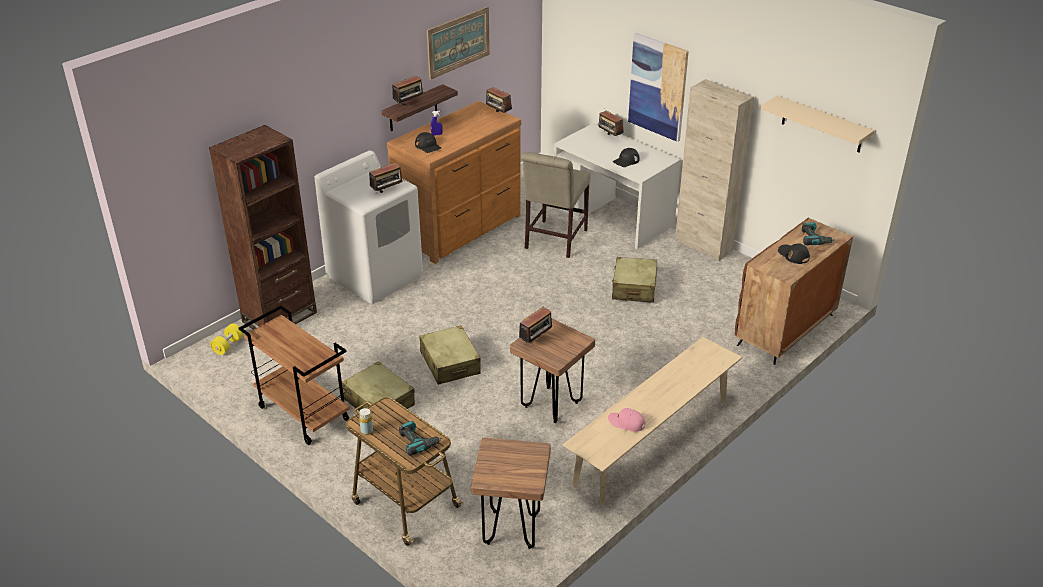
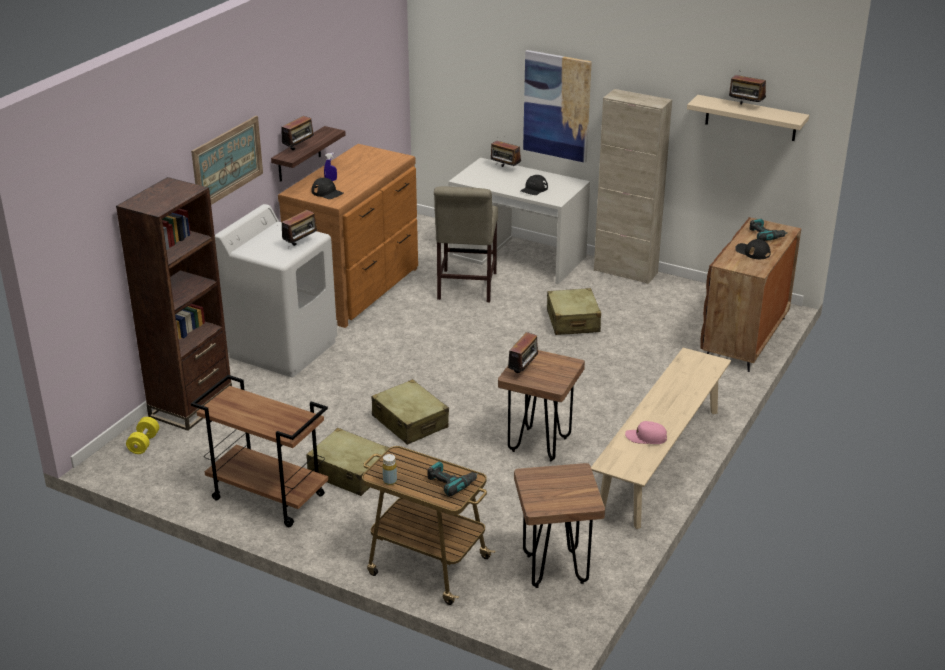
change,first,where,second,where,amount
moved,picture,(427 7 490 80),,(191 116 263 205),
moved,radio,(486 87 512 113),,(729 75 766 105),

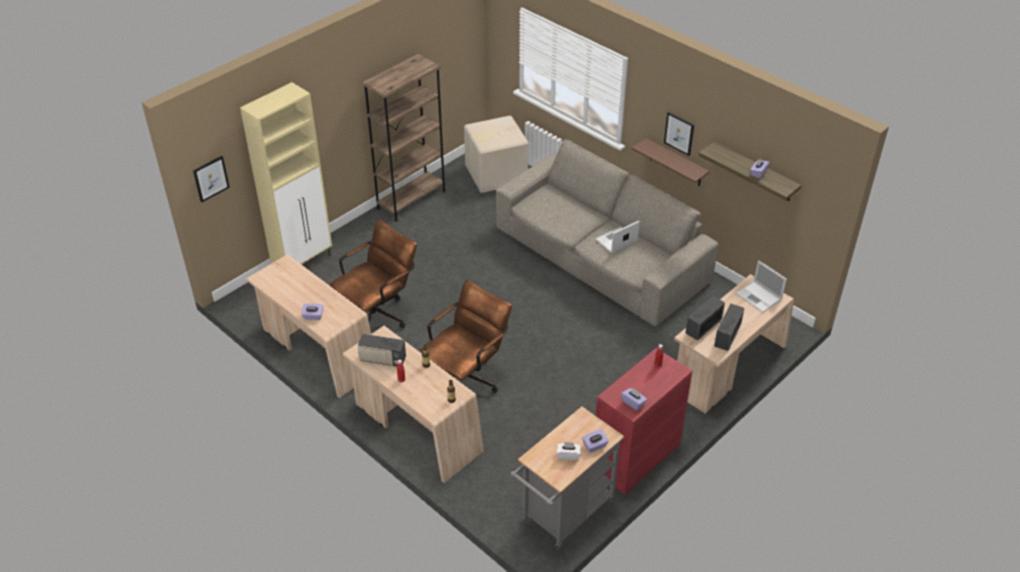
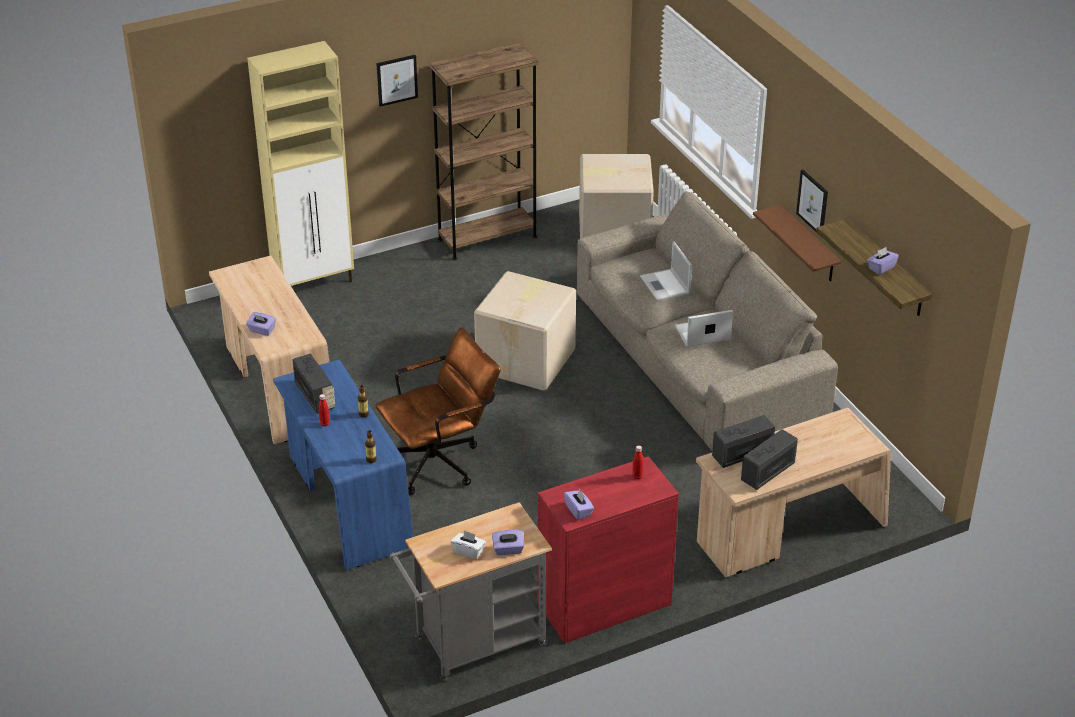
change,first,where,second,where,amount
removed,office chair (brown),(330 220 417 328),,,
added,,,cardboard box,(474 271 576 391),
moved,picture,(193 156 230 202),,(376 55 418 107),
moved,laptop,(736 261 787 313),,(640 241 692 301),
recoloured,desk (beige),(343 326 484 483),desk (blue),(273 360 413 570),
turned,radio,(357 334 406 366),,(292 353 335 414),150 degrees counterclockwise

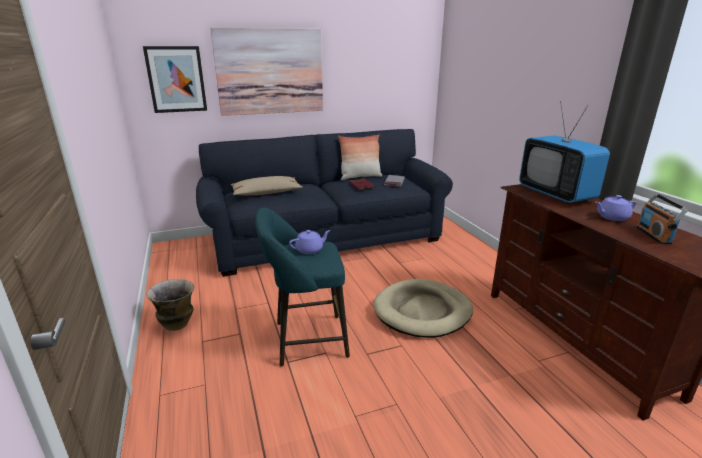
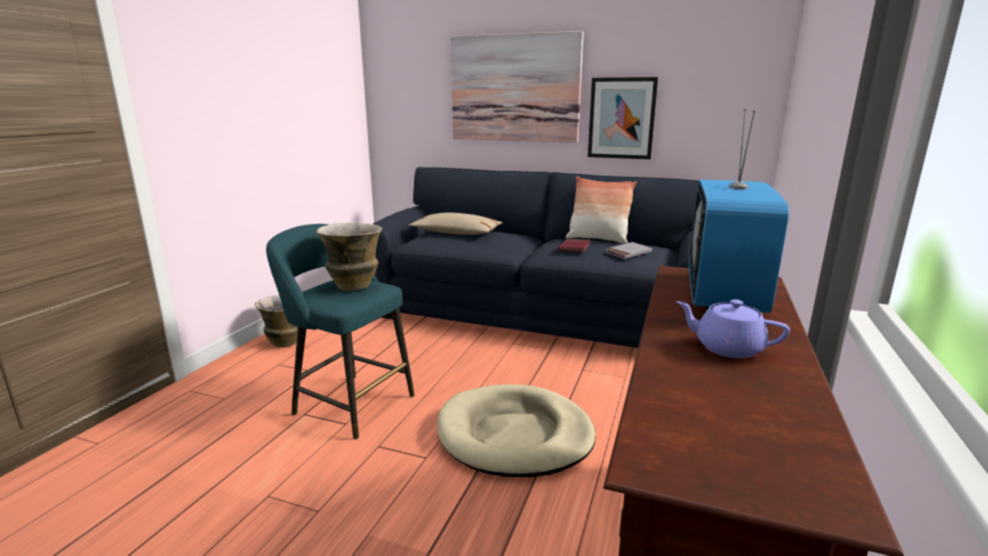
change,first,where,second,where,amount
removed,radio,(636 193 688 244),,,
moved,picture,(143 46 207 113),,(588 77 658 159),
replaced,teapot (purple),(289 230 330 254),vase,(316 223 382 291),

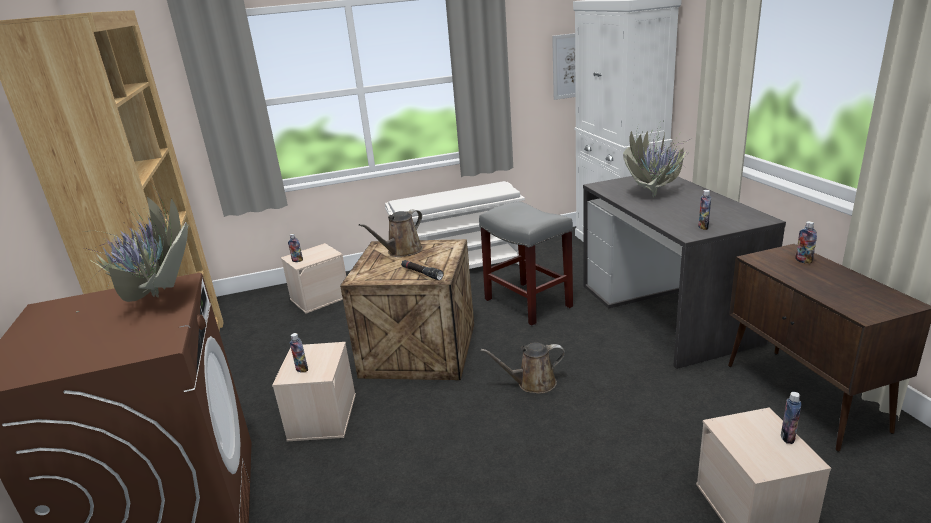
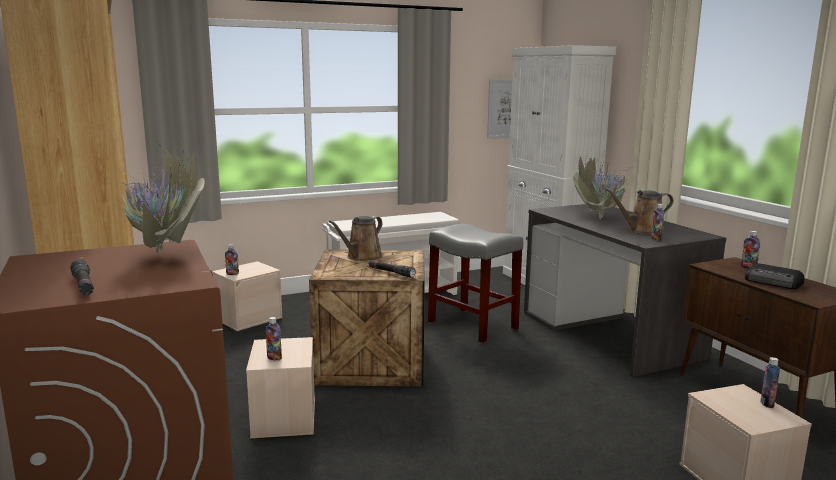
change,first,where,second,where,amount
added,,,flashlight (black),(70 259 94 296),
added,,,radio,(745 263 804 289),
moved,watering can (brown),(481 343 565 394),,(605 188 674 234),

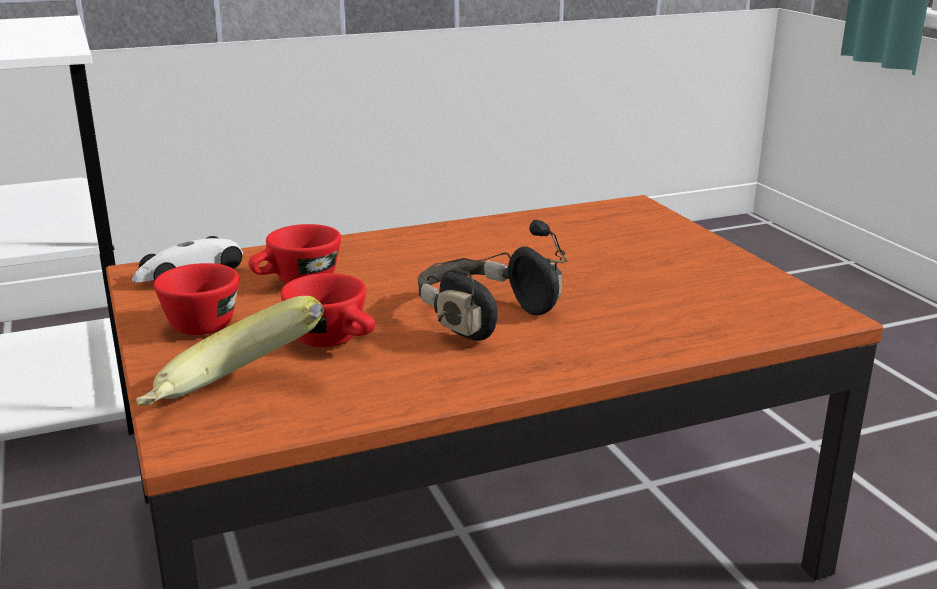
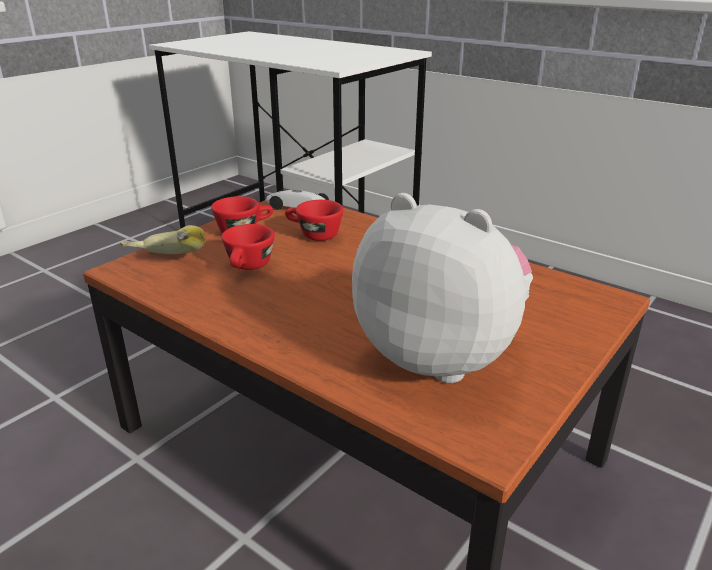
change,first,where,second,where,amount
removed,headphones (black),(418 220 568 341),,,
added,,,plush toy,(352 193 533 383),

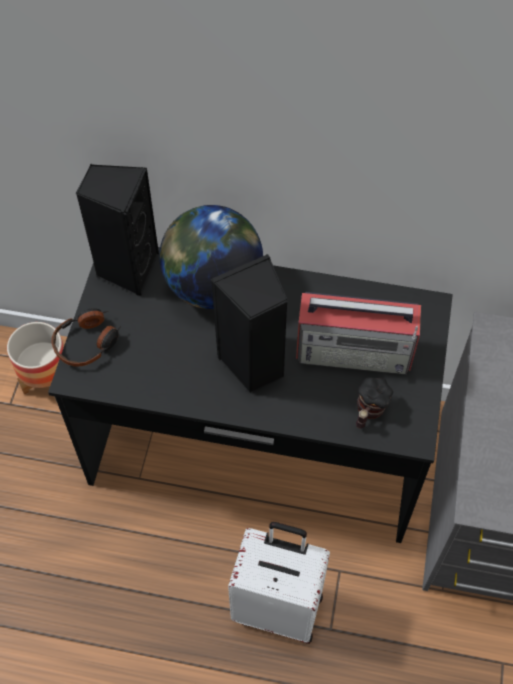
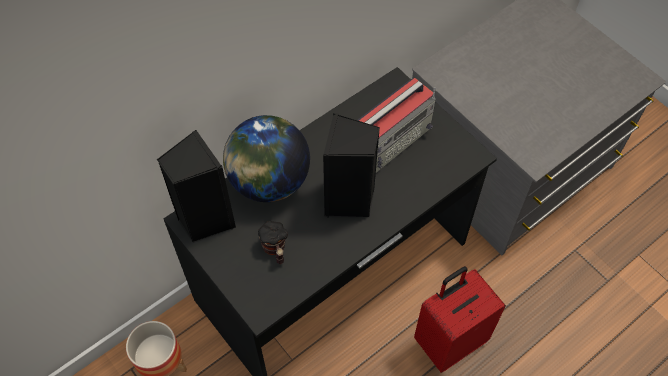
change,first,where,second,where,amount
removed,headphones,(52 308 121 366),,,
moved,mug,(356 377 393 429),,(258 220 288 264),
recoloured,suitcase (white),(228 522 330 644),suitcase (red),(414 266 506 373),

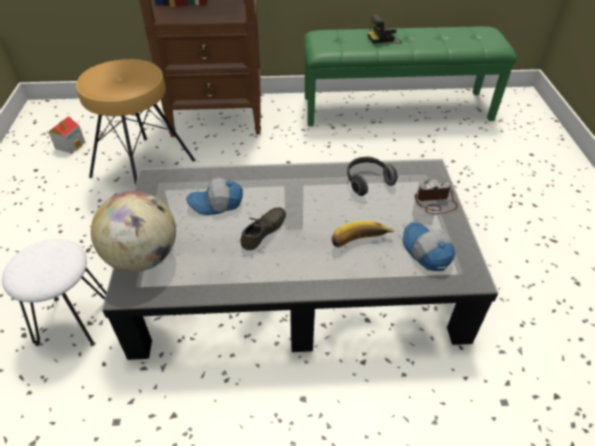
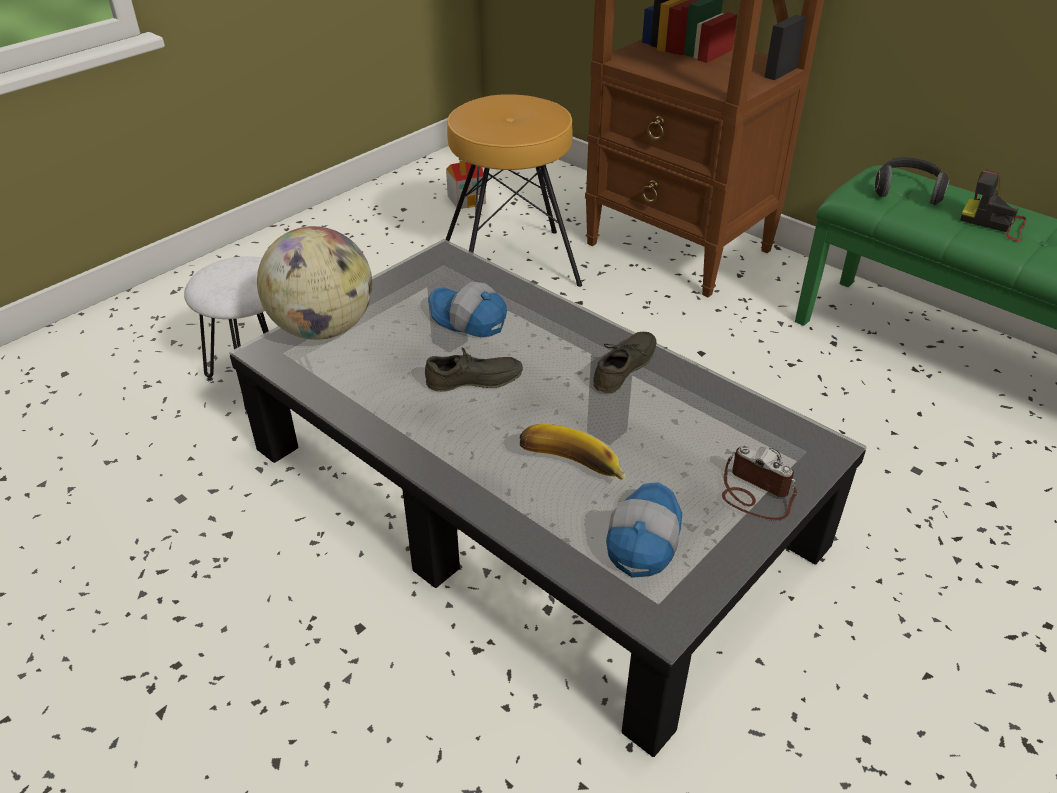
change,first,where,second,where,amount
added,,,shoe (grey),(593 332 656 393),
moved,headphones,(347 157 398 196),,(874 158 949 205),

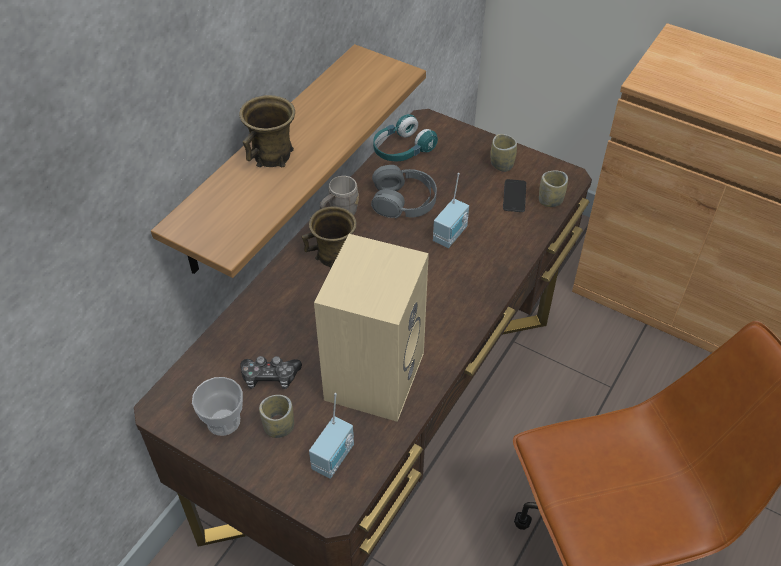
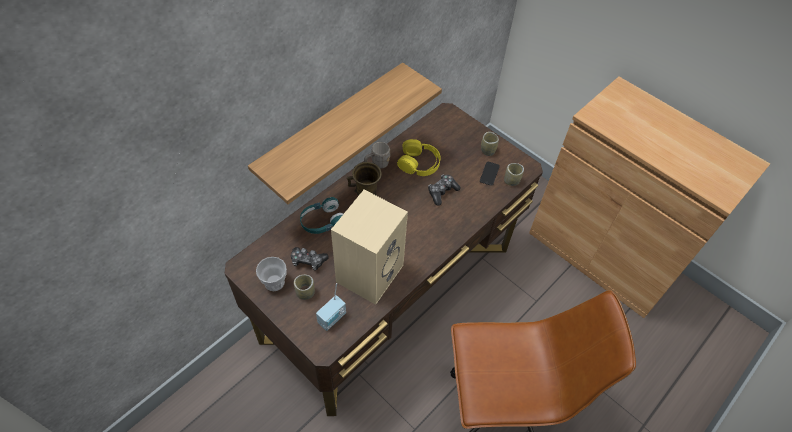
change,first,where,second,where,amount
removed,mug (brown),(240 95 295 167),,,
moved,headphones (turquoise),(373 114 438 162),,(300 197 343 234),
replaced,radio,(433 173 469 248),game controller,(428 174 461 206),
recoloured,headphones (grey),(371 165 437 218),headphones (yellow),(397 139 441 176),

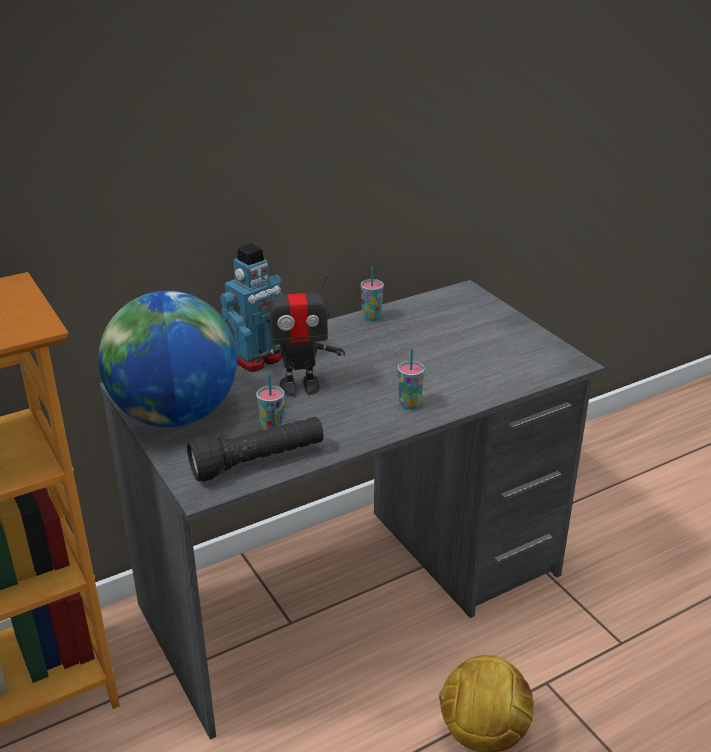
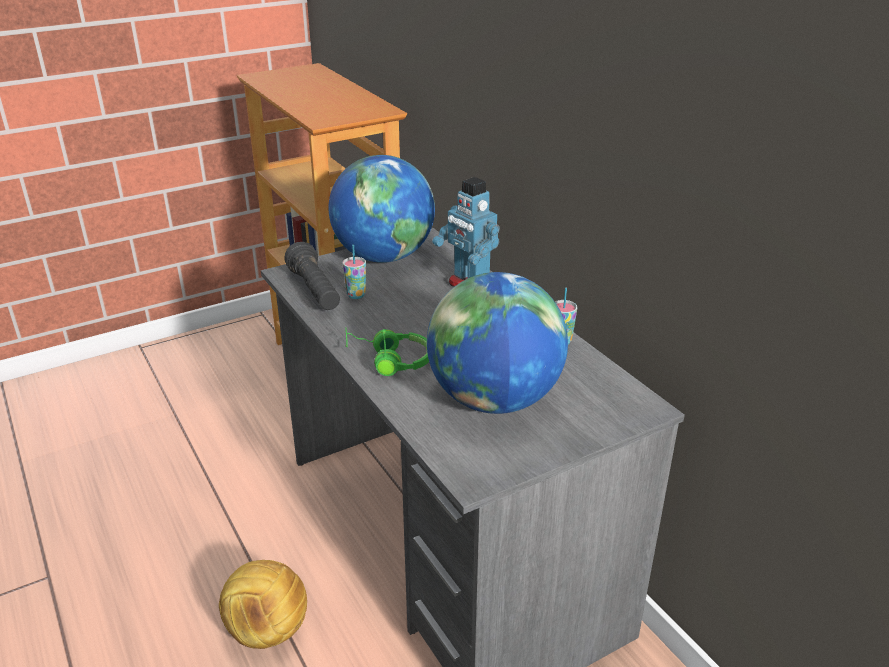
change,first,where,second,where,amount
removed,toy robot,(252 275 345 397),,,
added,,,globe,(427 272 568 414),
replaced,cup,(398 348 425 410),headphones (green),(345 328 429 376),

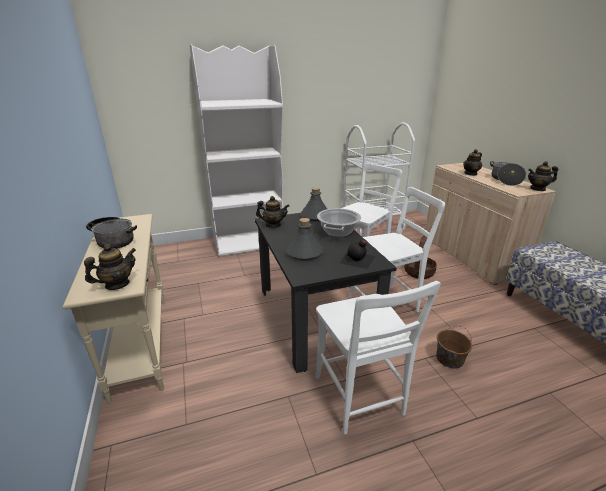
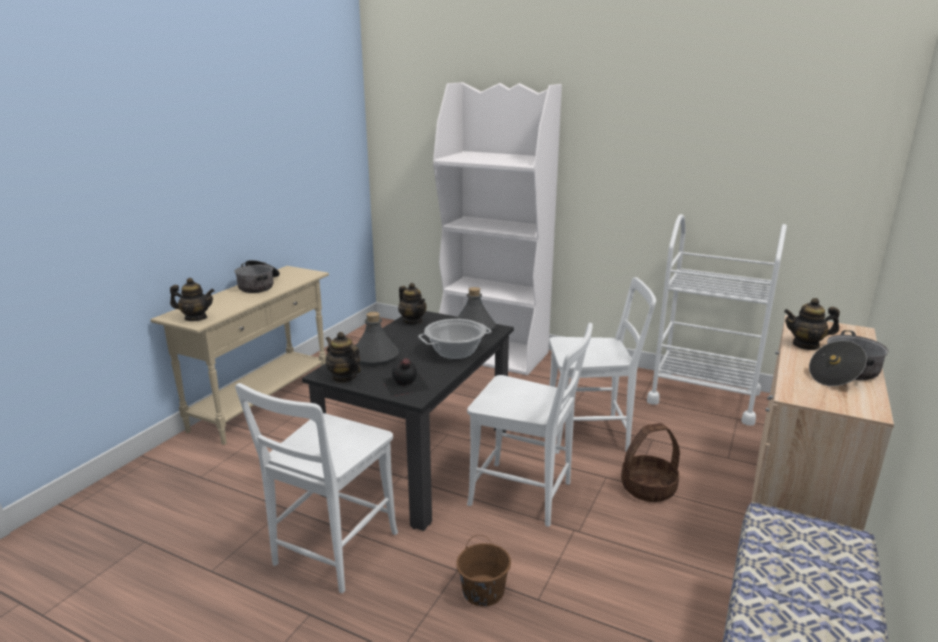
change,first,where,second,where,amount
moved,teapot,(528 161 558 191),,(326 332 361 383),

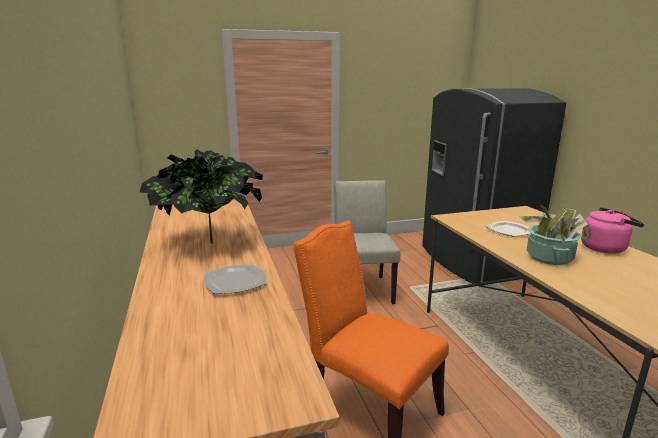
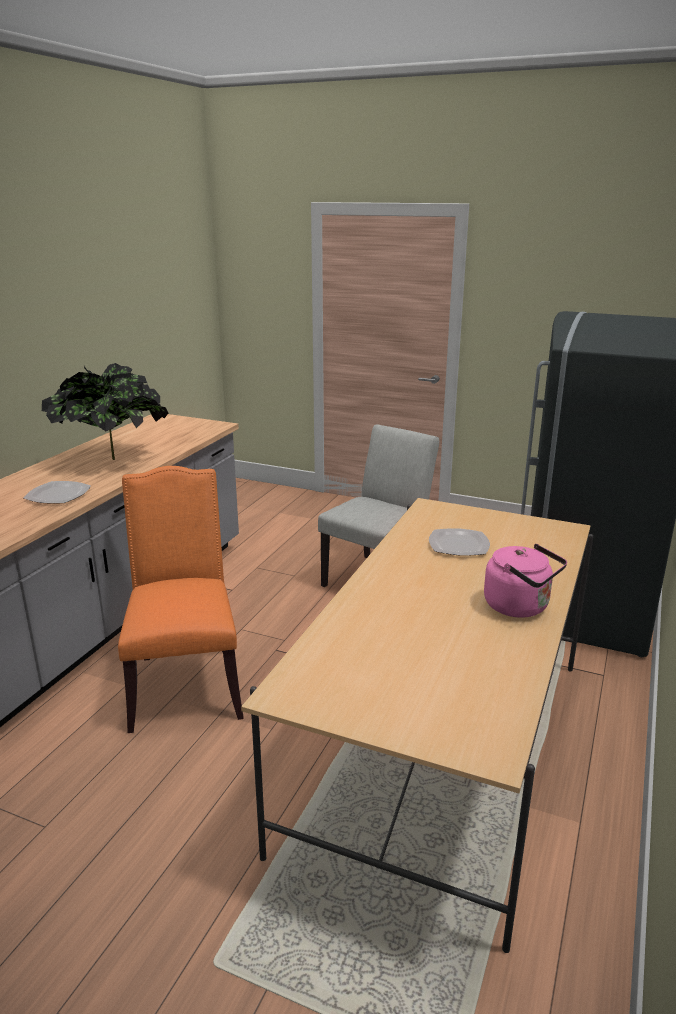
change,first,where,second,where,amount
removed,potted plant,(518 205 587 265),,,

